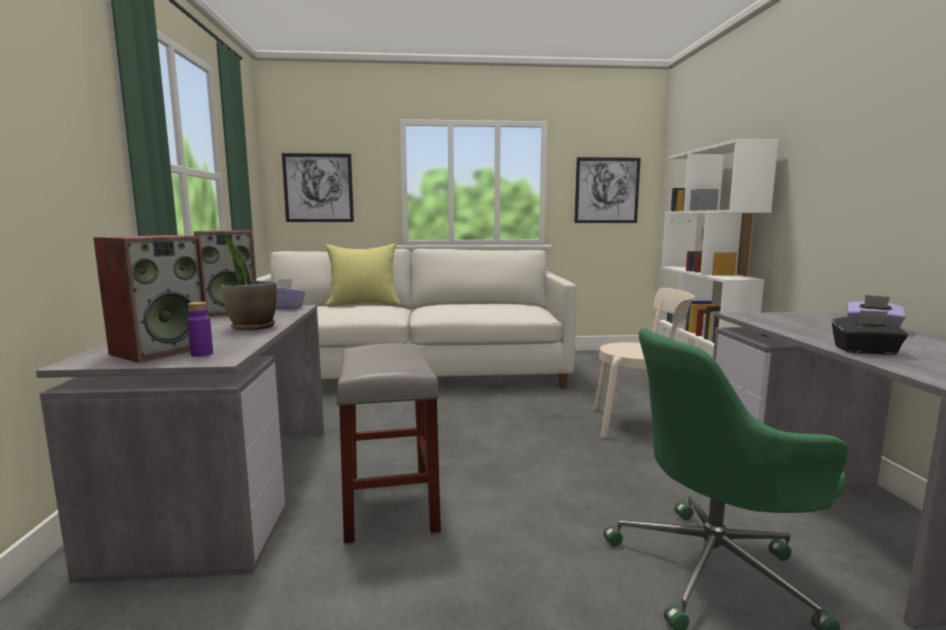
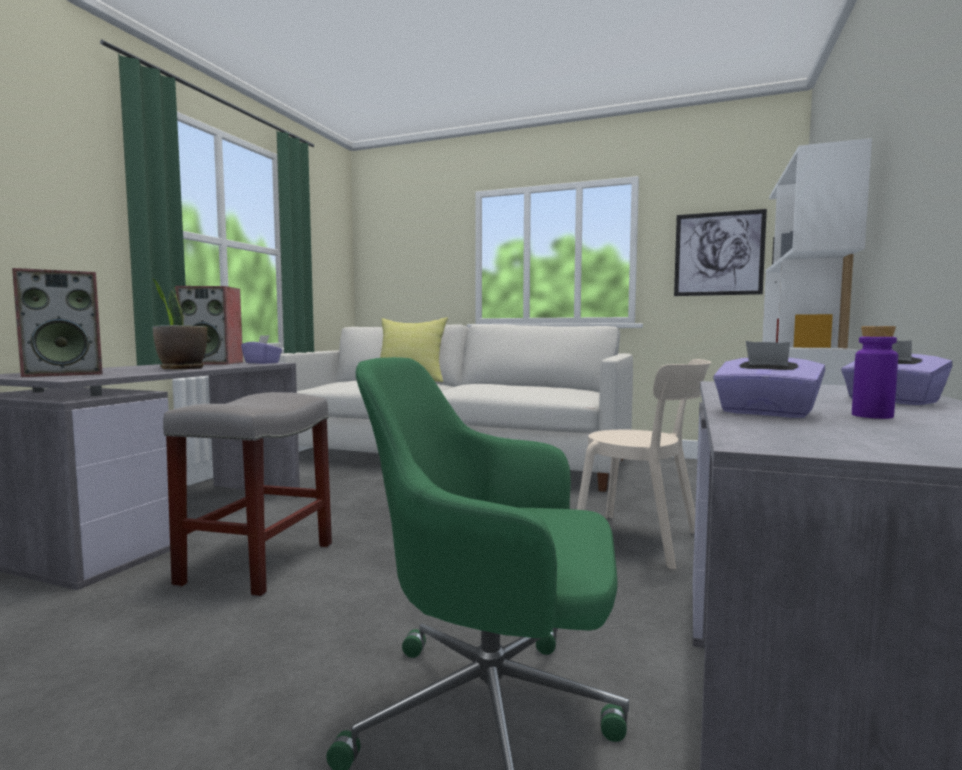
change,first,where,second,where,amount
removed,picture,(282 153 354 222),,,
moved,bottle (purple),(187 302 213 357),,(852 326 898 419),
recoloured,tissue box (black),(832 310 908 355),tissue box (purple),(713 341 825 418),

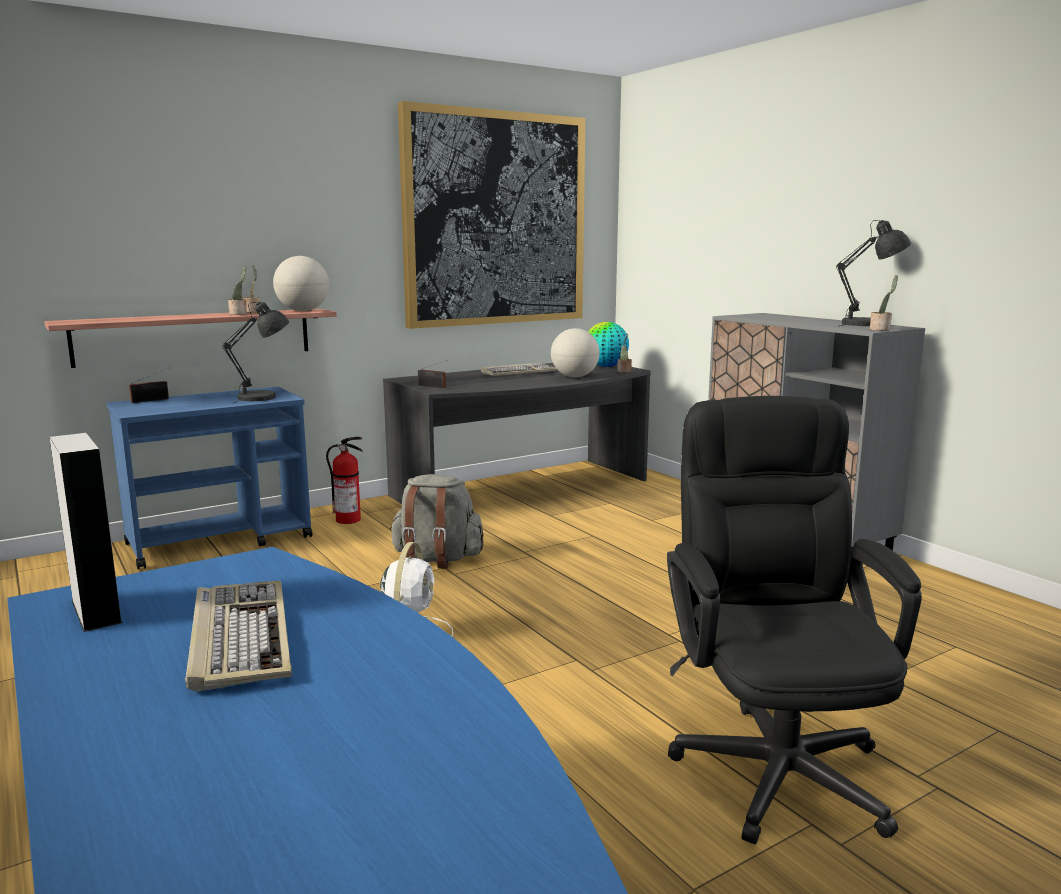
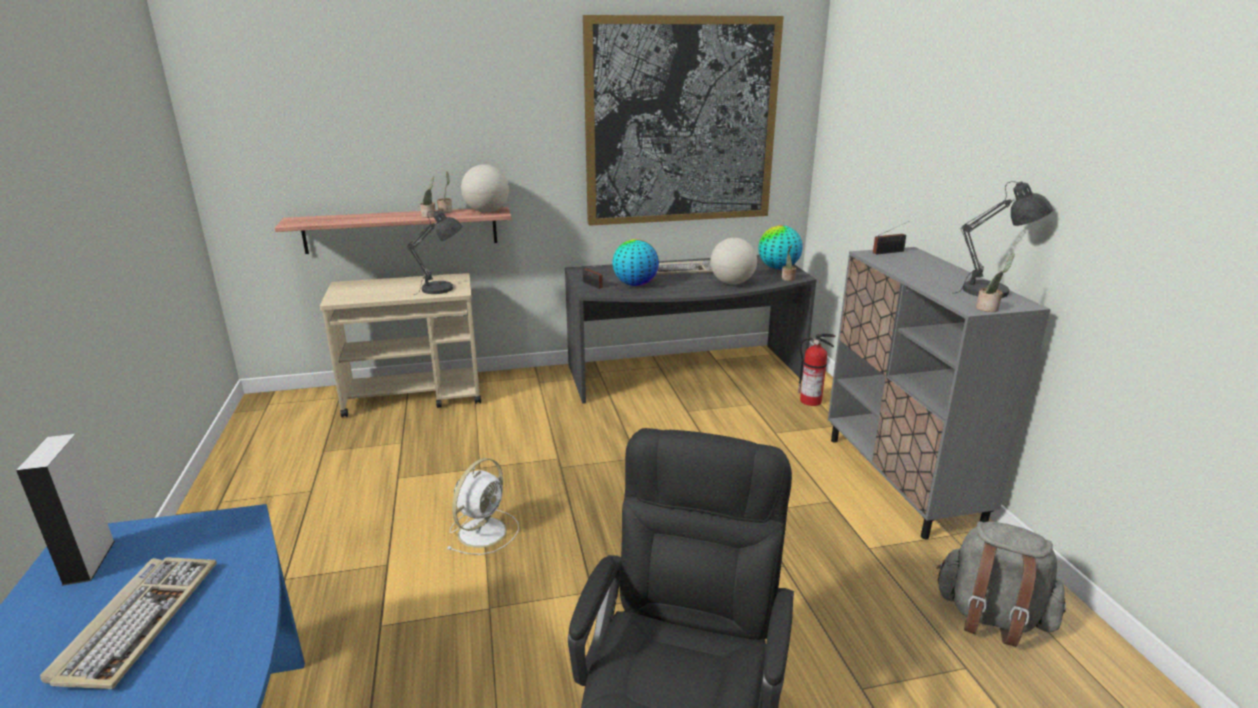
change,first,where,second,where,amount
added,,,globe,(612 239 659 286),
moved,radio,(129 369 169 403),,(873 221 909 254),
moved,fire extinguisher,(326 437 363 524),,(798 334 836 406),
moved,backpack (grey),(390 474 484 569),,(936 521 1066 647),
recoloured,cart (blue),(107 387 313 570),cart (beige),(320 273 481 417),

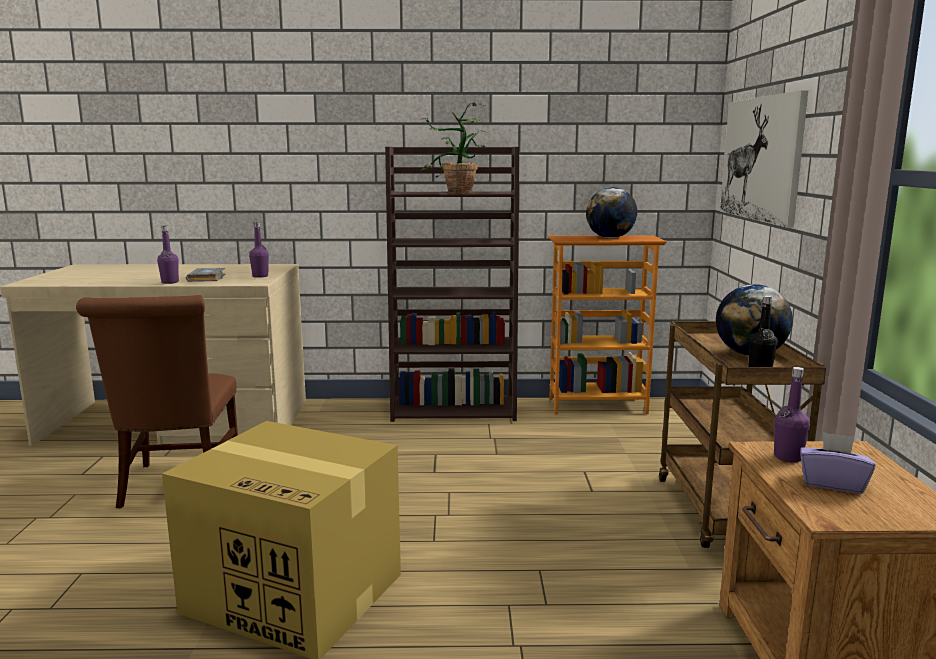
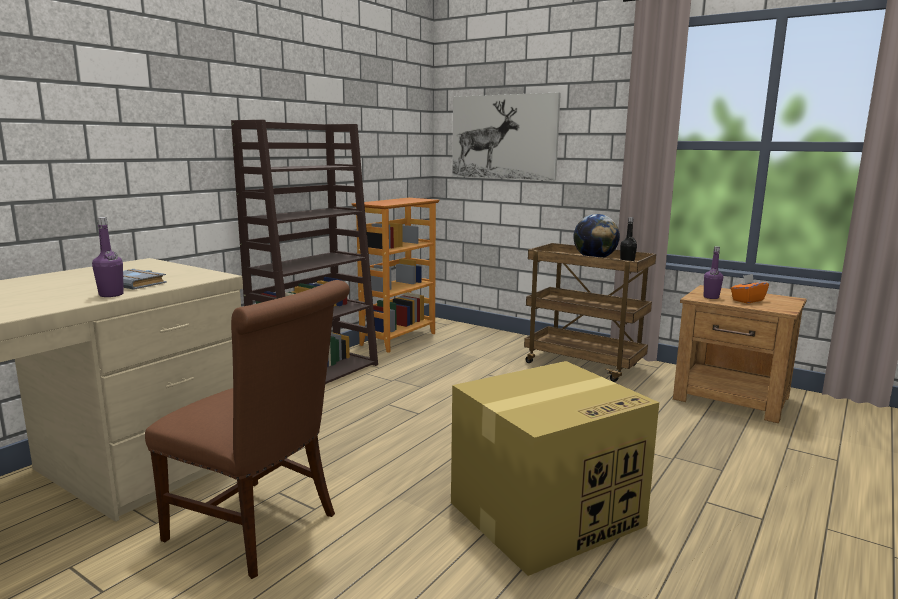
change,first,where,second,where,amount
removed,bottle (purple),(249 222 269 278),,,
removed,potted plant,(420 102 485 194),,,
removed,globe,(586 187 637 238),,,
recoloured,tissue box (purple),(800 432 875 494),tissue box (orange),(731 274 769 303),

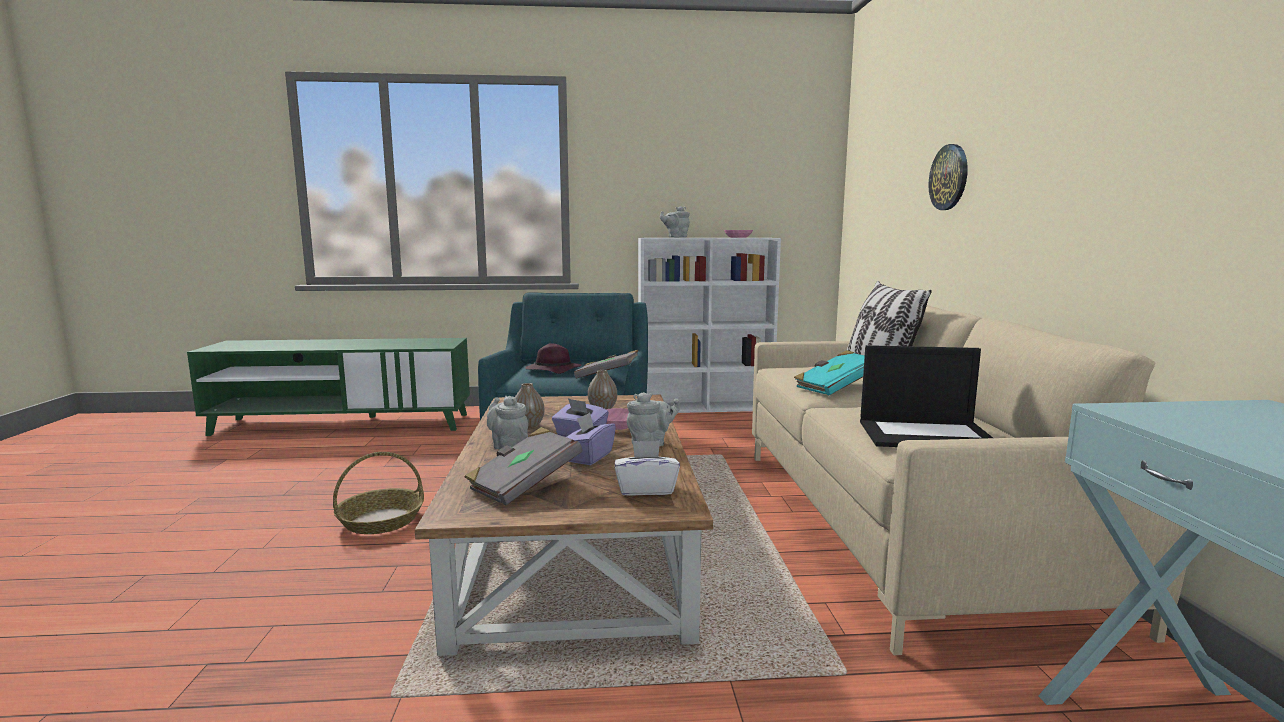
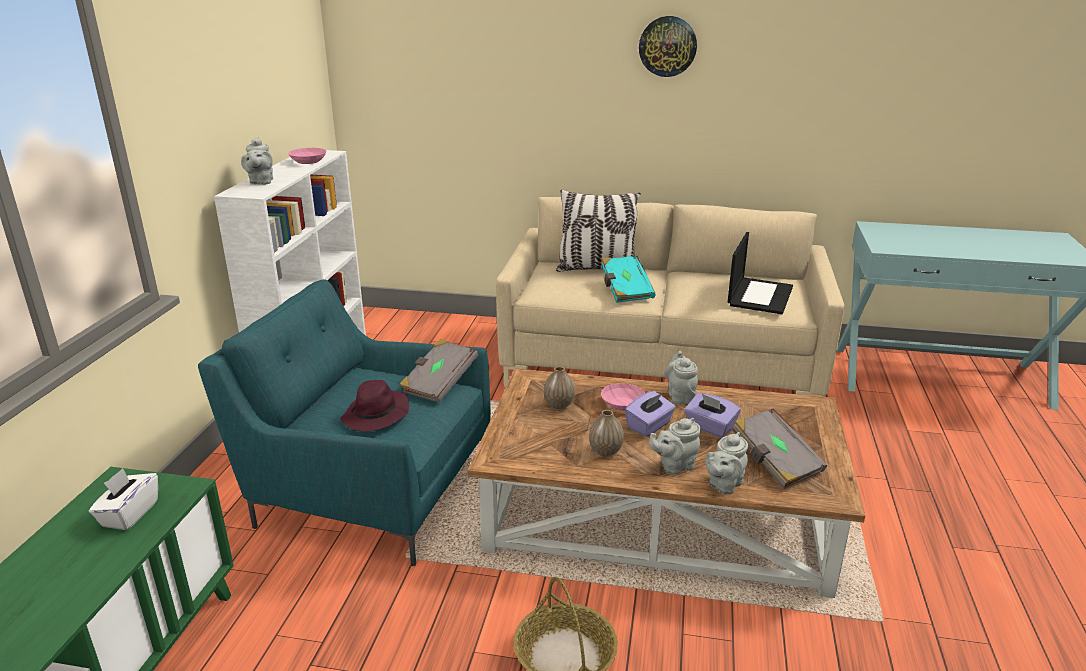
change,first,where,second,where,amount
added,,,teapot (grey),(705 432 748 494),
moved,tissue box (white),(615 441 680 496),,(89 468 158 530),
moved,wall clock,(928 144 968 210),,(639 16 697 77),

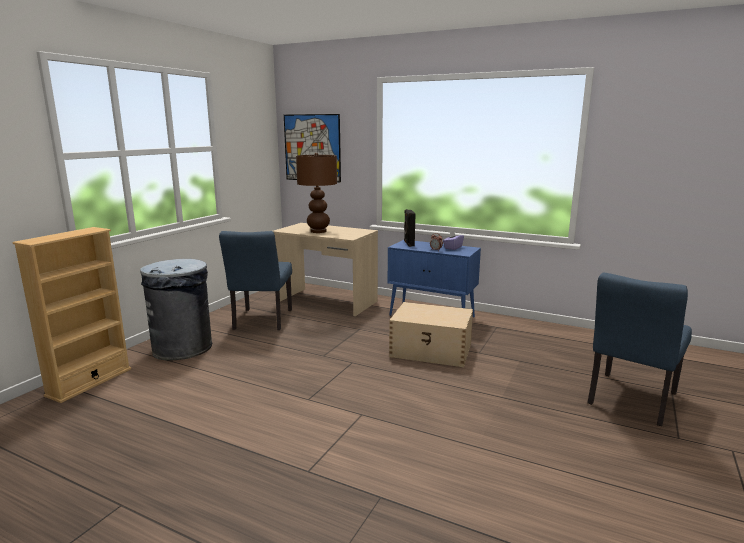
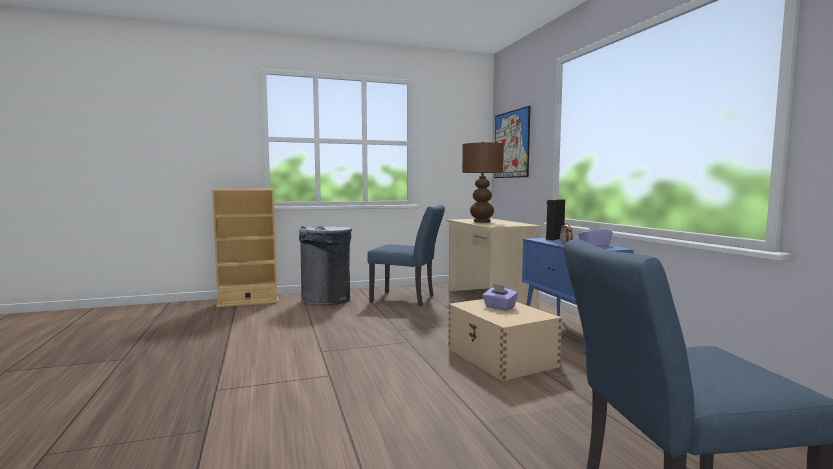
change,first,where,second,where,amount
added,,,tissue box (purple),(482 284 518 310),
turned,chair (blue),(219 231 292 330),,(367 205 445 306),120 degrees counterclockwise

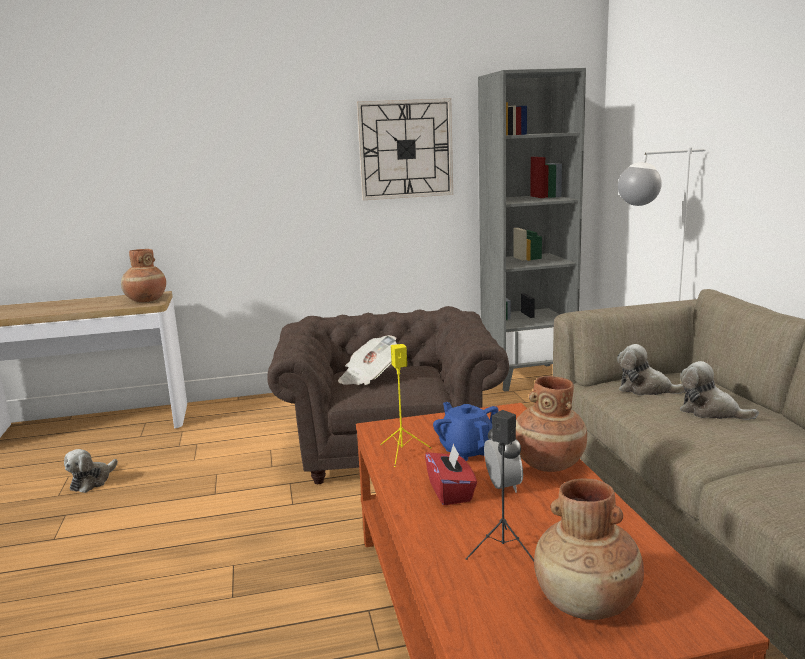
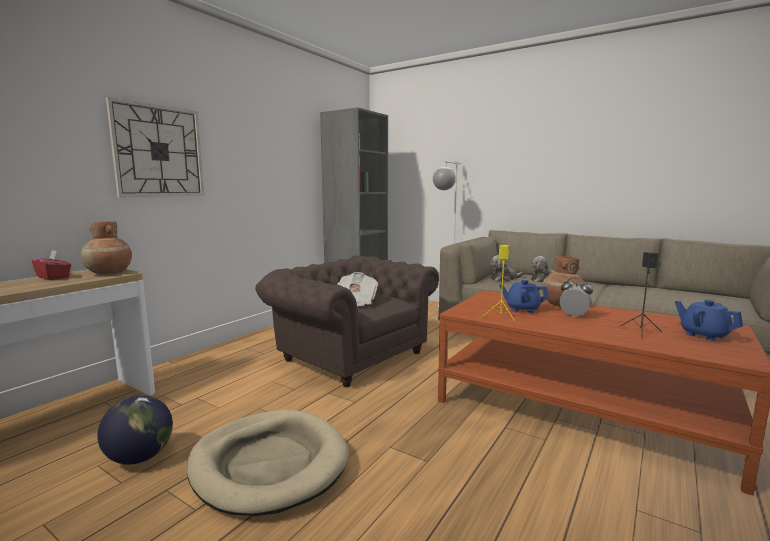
change,first,where,second,where,amount
added,,,dog bed (beige),(187 410 349 516),
moved,wall clock,(357 98 453 200),,(106 97 204 197),
moved,tissue box (red),(425 443 477 505),,(32 250 71 280),
replaced,plush toy,(64 449 118 493),globe,(97 395 173 465),
replaced,vase (brown),(534 478 644 620),teapot (blue),(675 300 743 341),

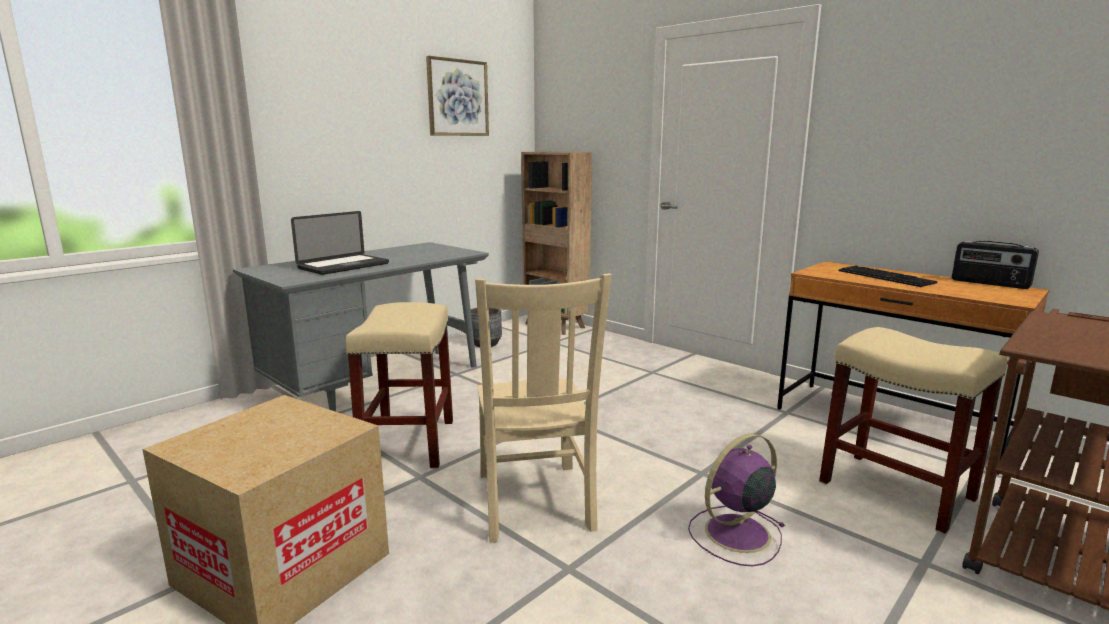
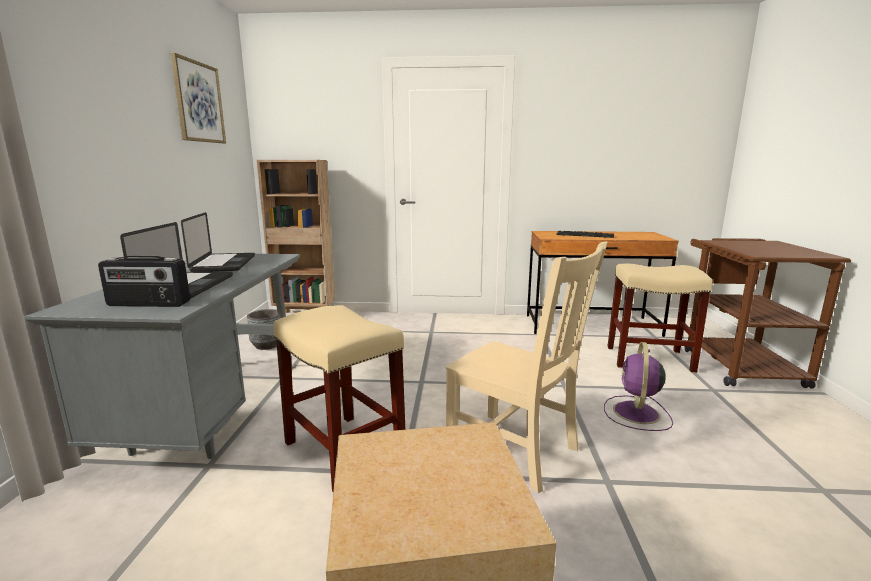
change,first,where,second,where,amount
added,,,laptop,(181 212 255 272),
moved,radio,(952 241 1039 289),,(98 255 190 307),

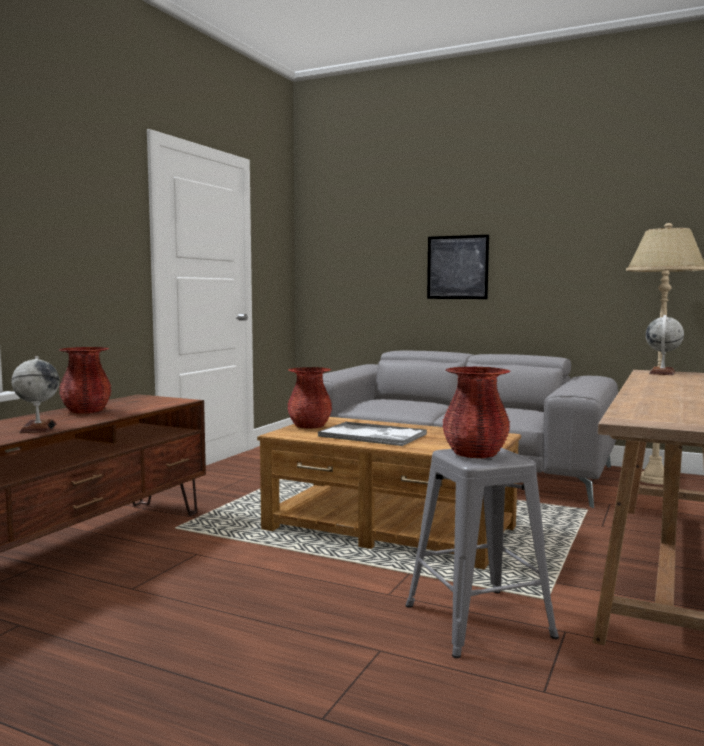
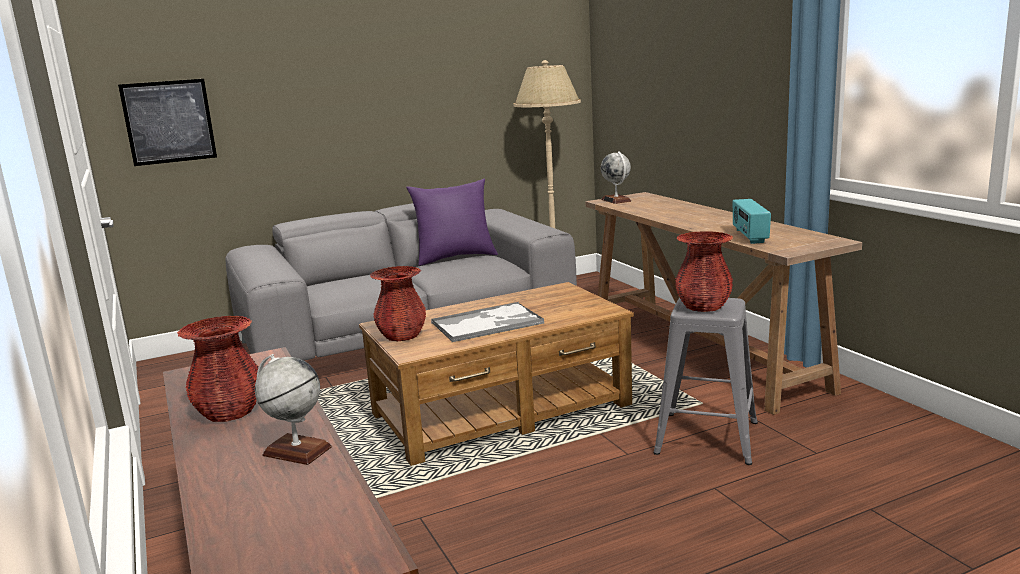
change,first,where,second,where,amount
added,,,pillow (purple),(406 178 498 266),
added,,,radio,(733 199 771 244),
moved,picture,(427 235 489 299),,(118 79 217 166),

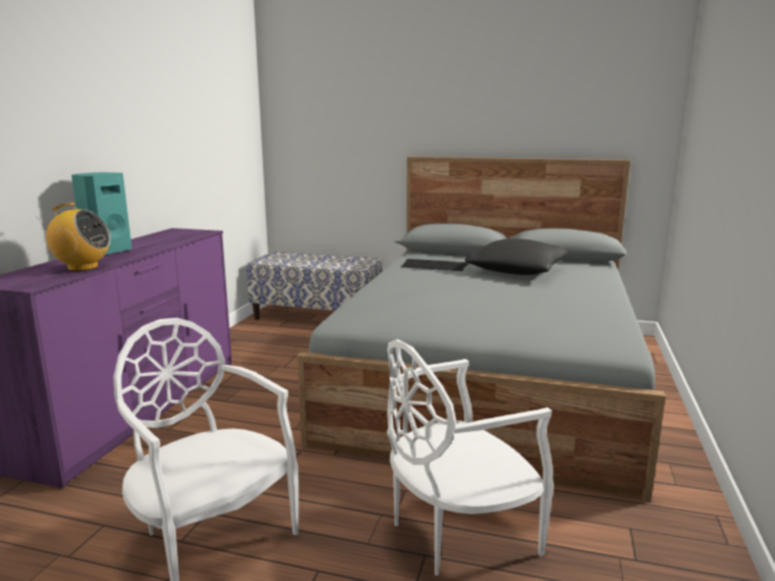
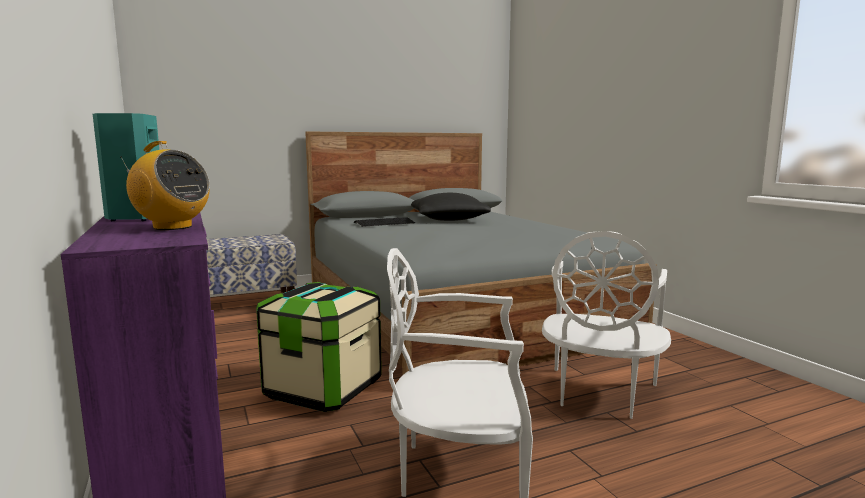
change,first,where,second,where,amount
added,,,storage box,(256 282 382 412),
turned,radio,(37 203 111 271),,(120 141 210 230),60 degrees clockwise

